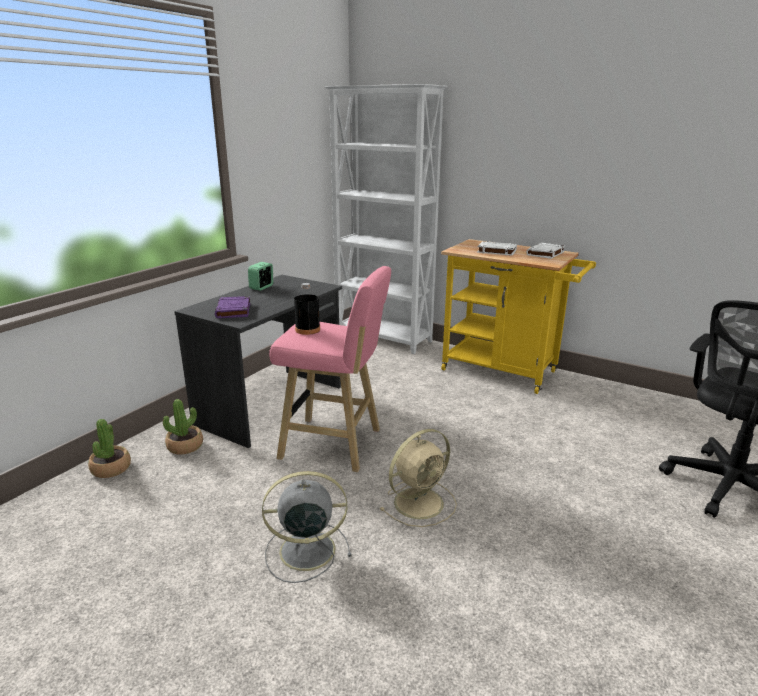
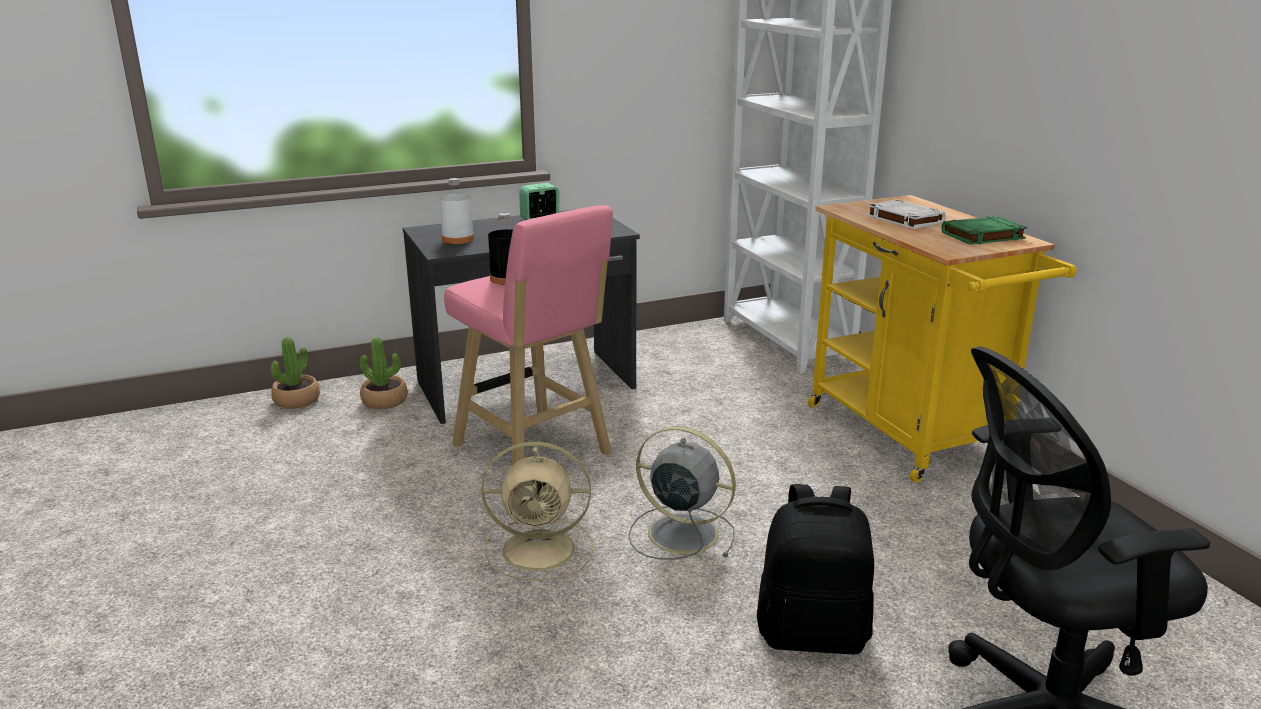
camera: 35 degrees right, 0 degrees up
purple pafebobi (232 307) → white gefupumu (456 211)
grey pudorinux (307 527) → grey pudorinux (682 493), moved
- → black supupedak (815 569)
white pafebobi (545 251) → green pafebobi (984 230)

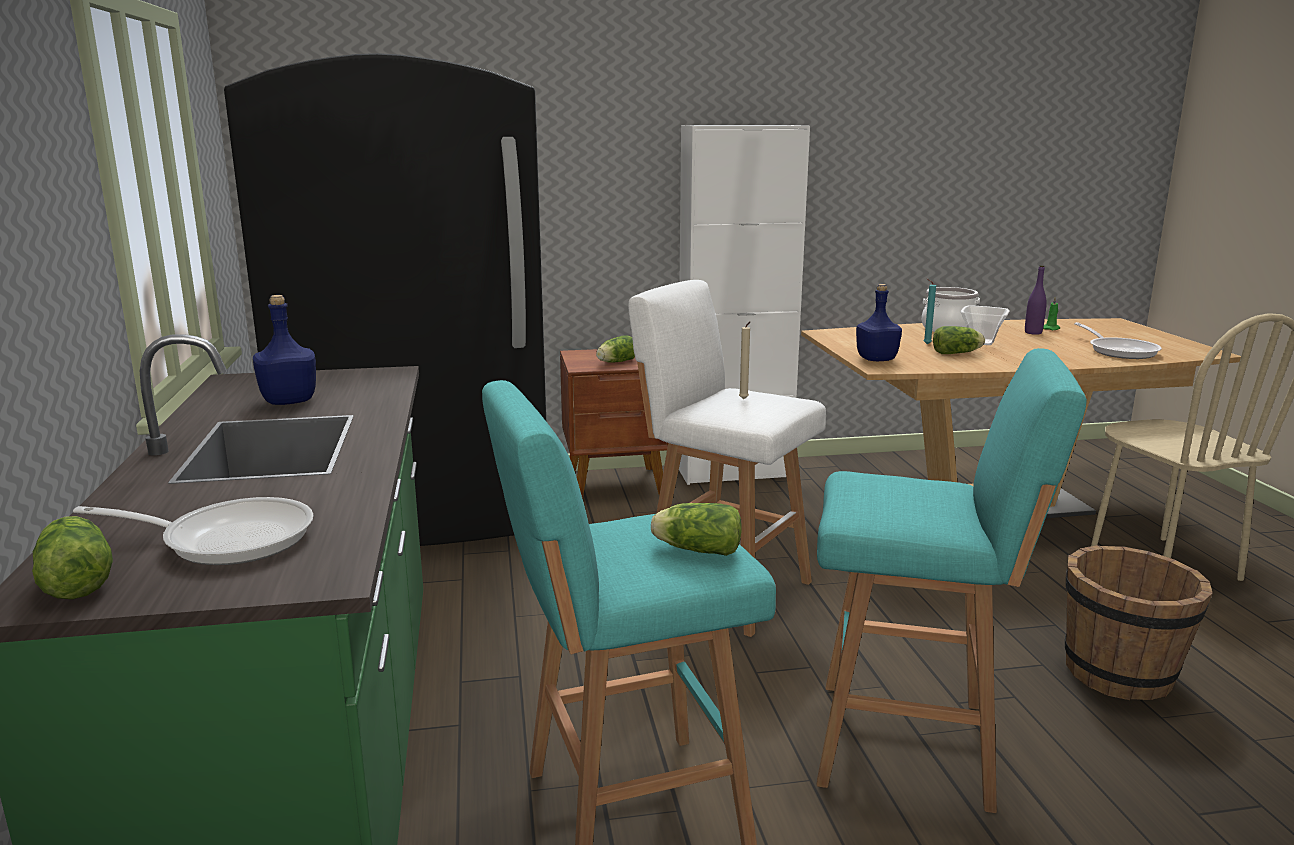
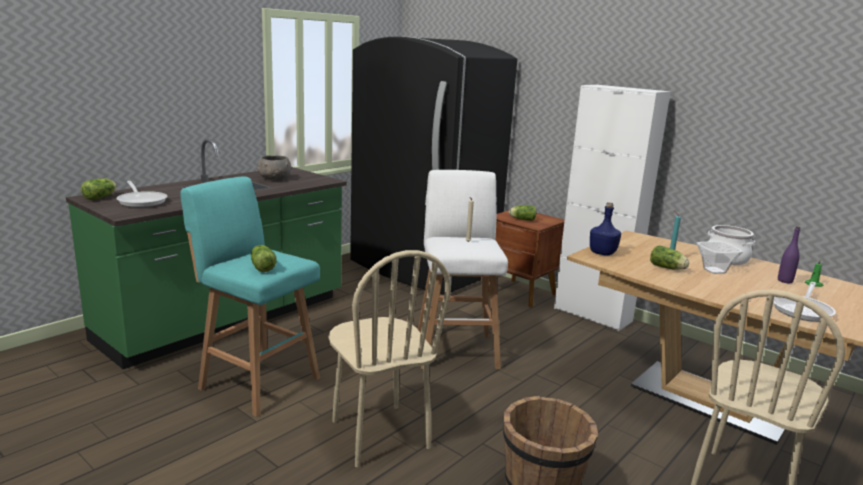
camera: 50 degrees right, 0 degrees up
blue gefupumu (284 350) → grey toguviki (274 167)
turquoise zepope (951 580) → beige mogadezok (389 358)

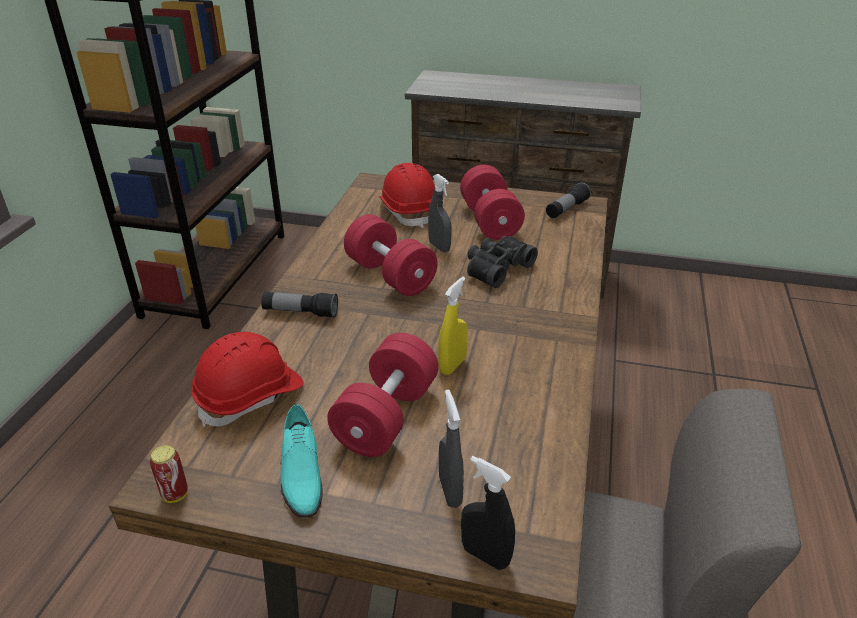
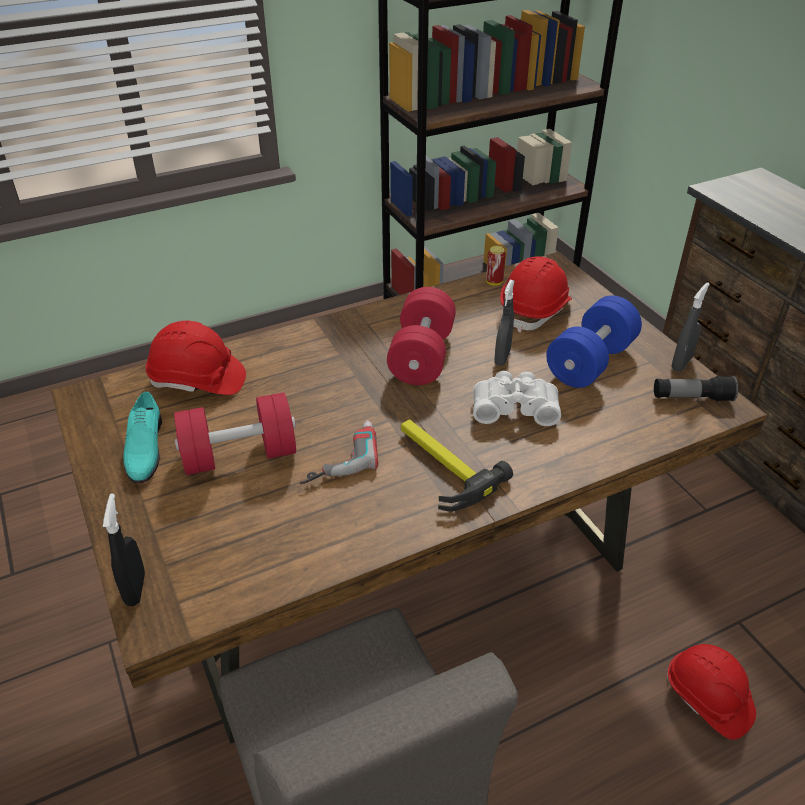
camera: 50 degrees right, 5 degrees up
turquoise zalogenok (301 461) → turquoise zalogenok (142 437), 45 degrees counterclockwise
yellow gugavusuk (453 326) → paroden (339 452)
- → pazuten (457 465)
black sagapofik (502 262) → white sagapofik (517 398)
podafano (169 474) → podafano (496 266), moved
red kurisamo (492 202) → blue kurisamo (594 341)
- → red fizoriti (711 692)
grey gugavusuk (451 448) → grey gugavusuk (690 327), moved
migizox (299 304) → -

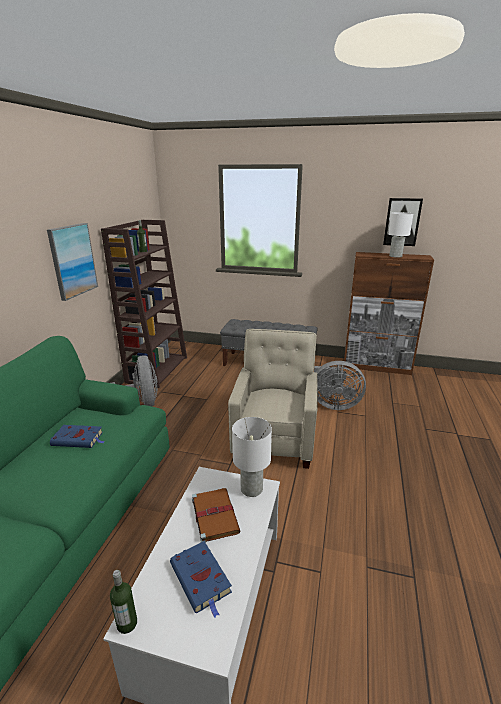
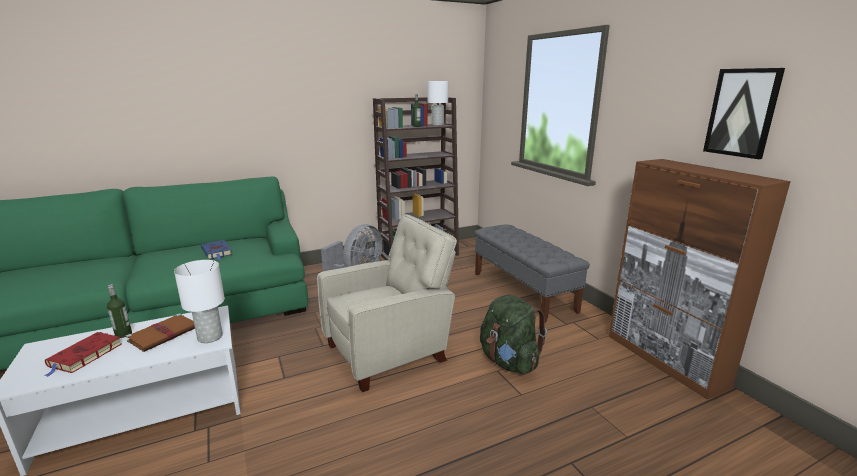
camera: 50 degrees right, 5 degrees down
blue pafebobi (201 579) → red pafebobi (83 354)
gefupumu (123 602) → gefupumu (119 311), moved
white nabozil (401 235) → white nabozil (437 103), moved
grey pudorinux (340 385) → green supupedak (513 335)
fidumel (72 262) → -

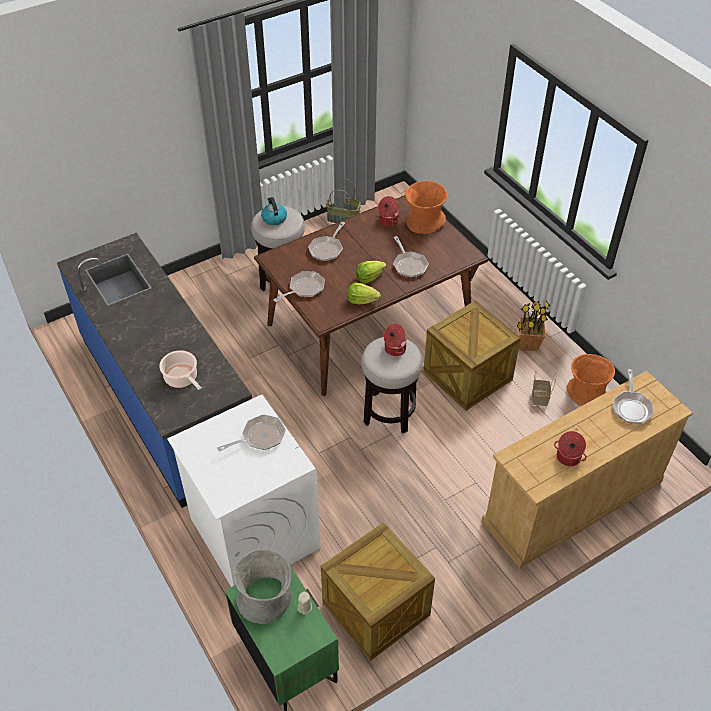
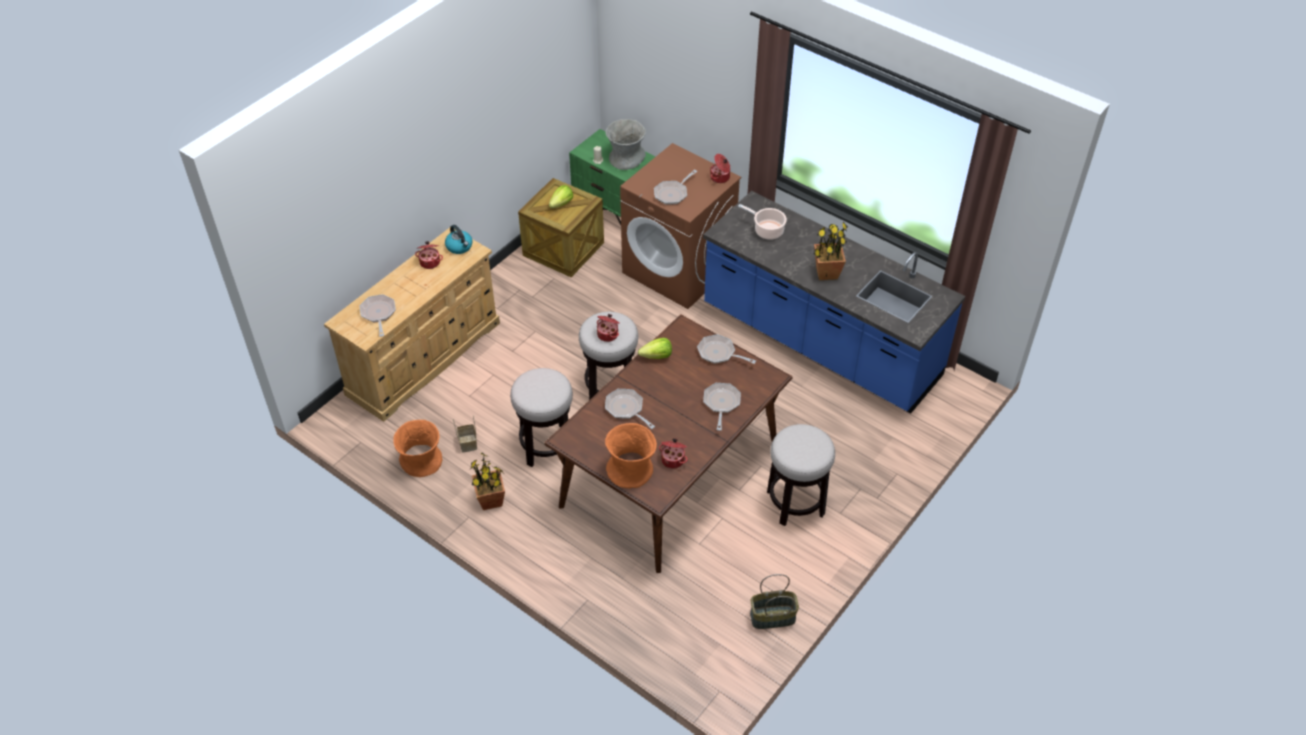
camera: 160 degrees right, 0 degrees up
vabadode (274 211) → vabadode (459 239), moved
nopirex (472 355) → zepope (541 417)
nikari (371 272) → nikari (561 196), moved
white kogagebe (244 491) → brown kogagebe (680 226)
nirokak (299 286) → nirokak (726 349), 90 degrees clockwise
- → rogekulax (720 168)
- → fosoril (831 250)

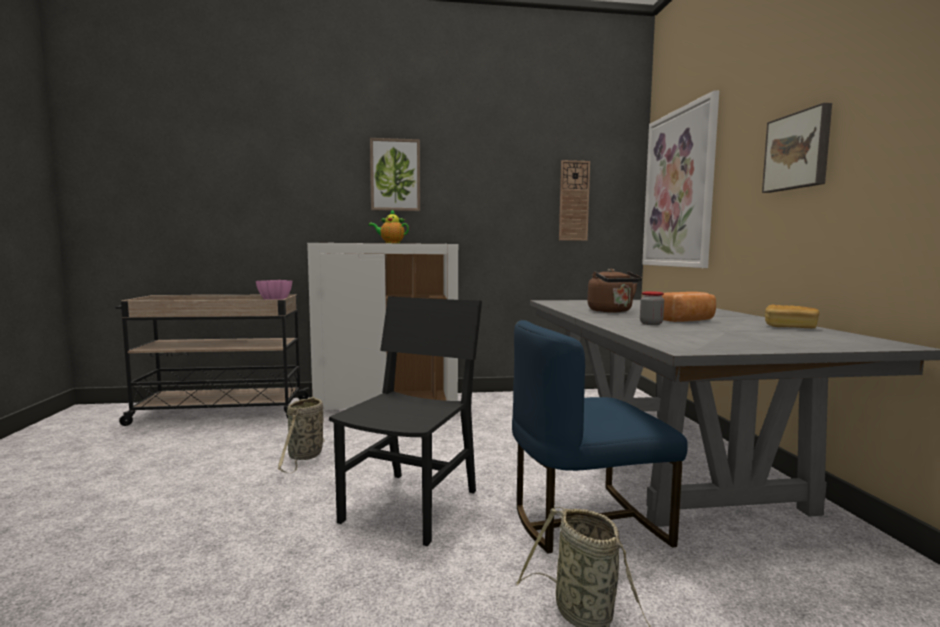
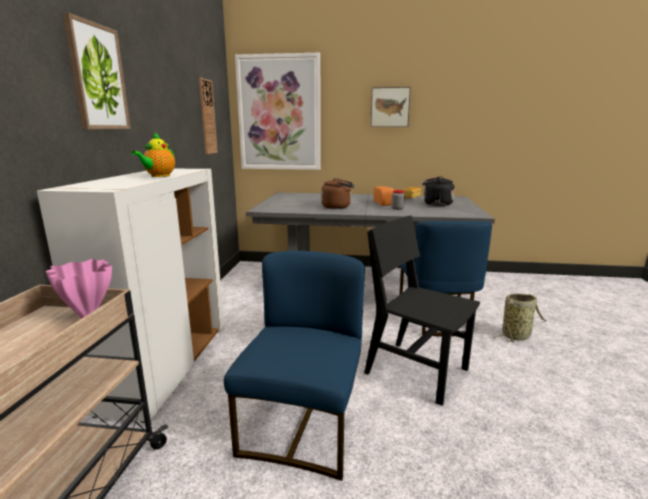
camera: 75 degrees left, 10 degrees up
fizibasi (301 435) → blue mogadezok (294 366)
- → black vabadode (438 191)

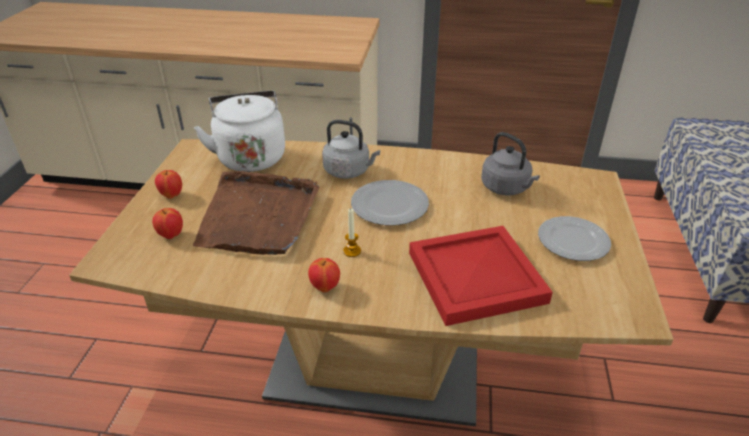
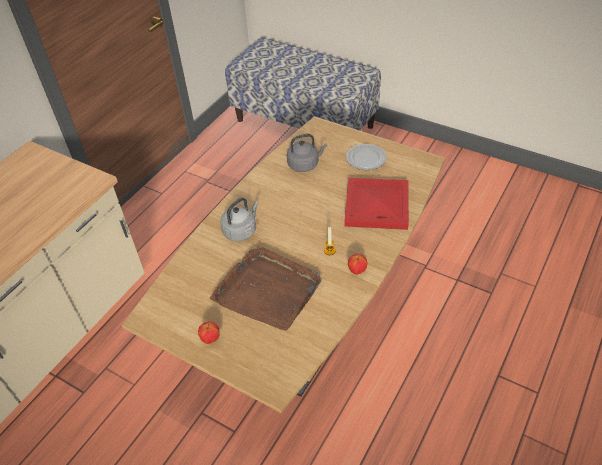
camera: 65 degrees left, 10 degrees up
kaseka (167 223) → -
white vabadode (239 131) → -
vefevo (390 202) → -

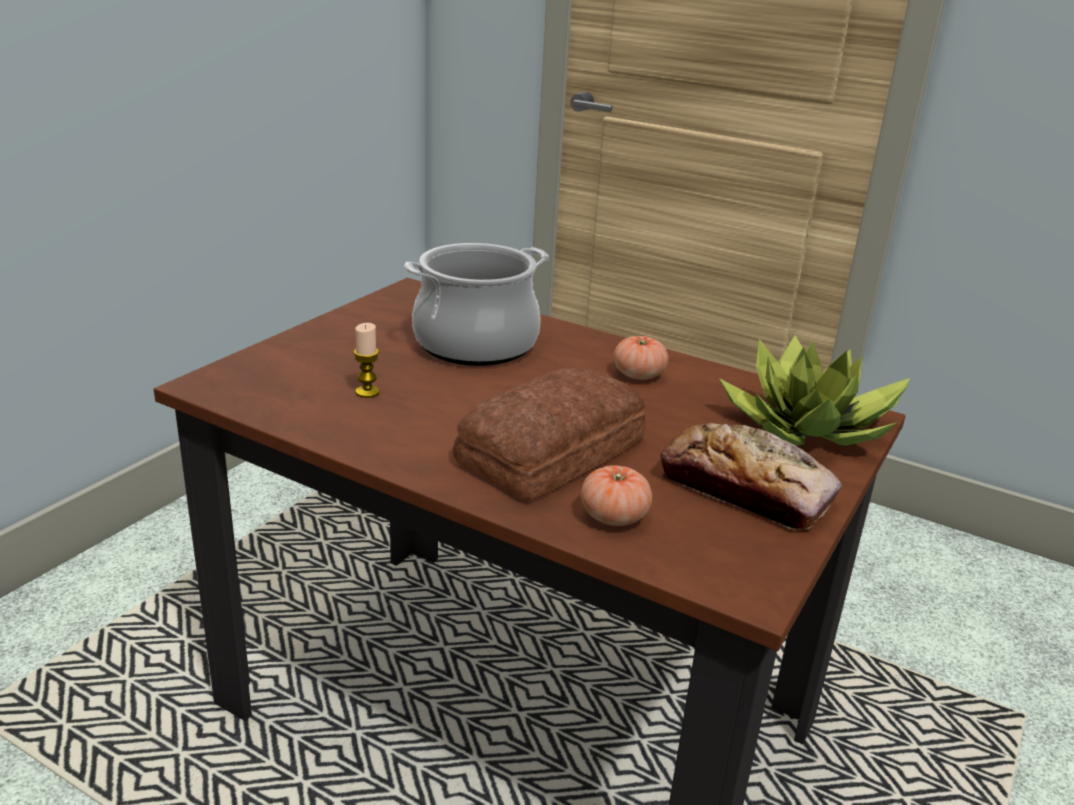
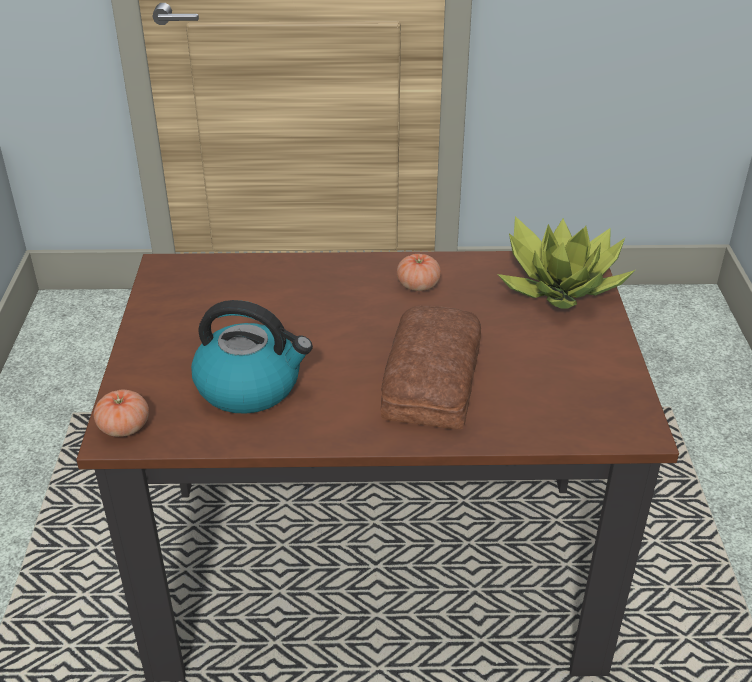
camera: 30 degrees left, 10 degrees up
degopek (616 495) → degopek (121 413), moved
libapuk (367 360) → vabadode (252 357)
rogekulax (476 304) → -
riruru (751 476) → -

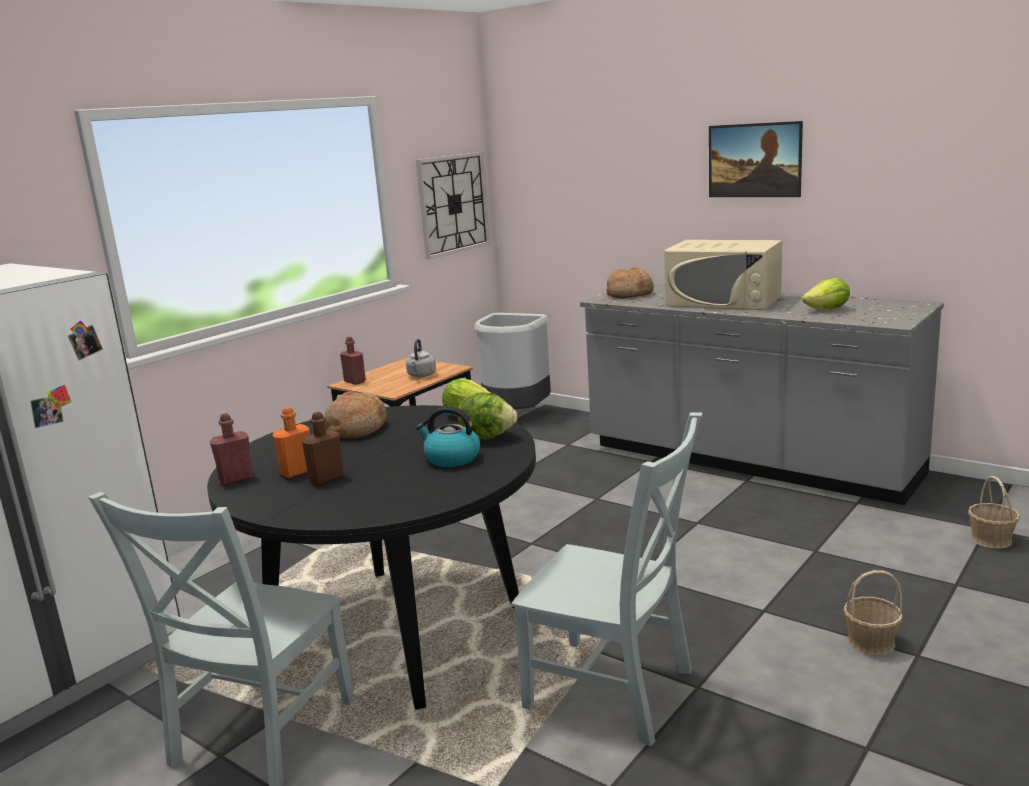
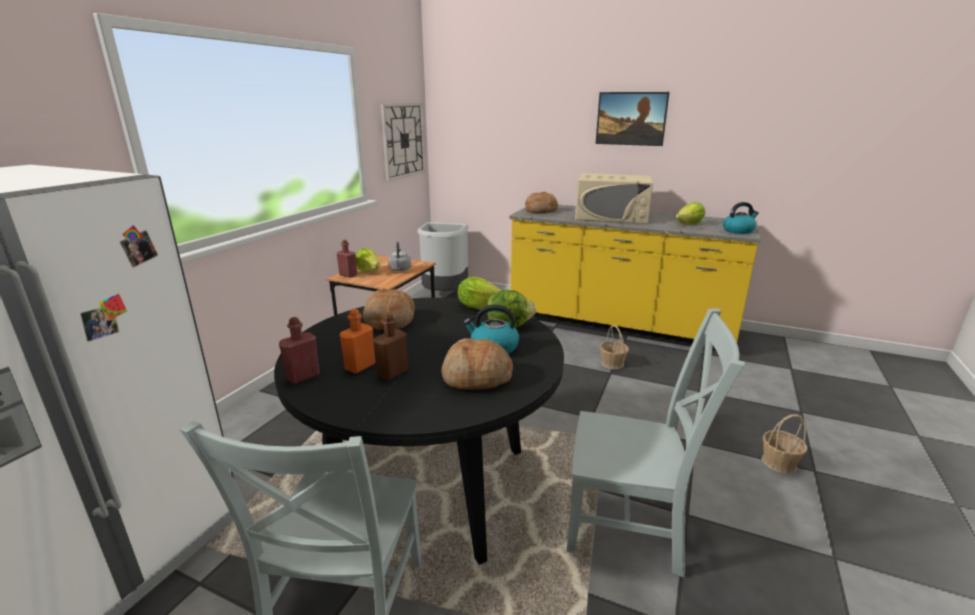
camera: 15 degrees left, 5 degrees up
- → nikari (368 260)
- → riruru (477 364)
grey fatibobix (762 394) → yellow fatibobix (635 278)
fizibasi (994 512) → fizibasi (614 347), moved
- → vabadode (741 218)

